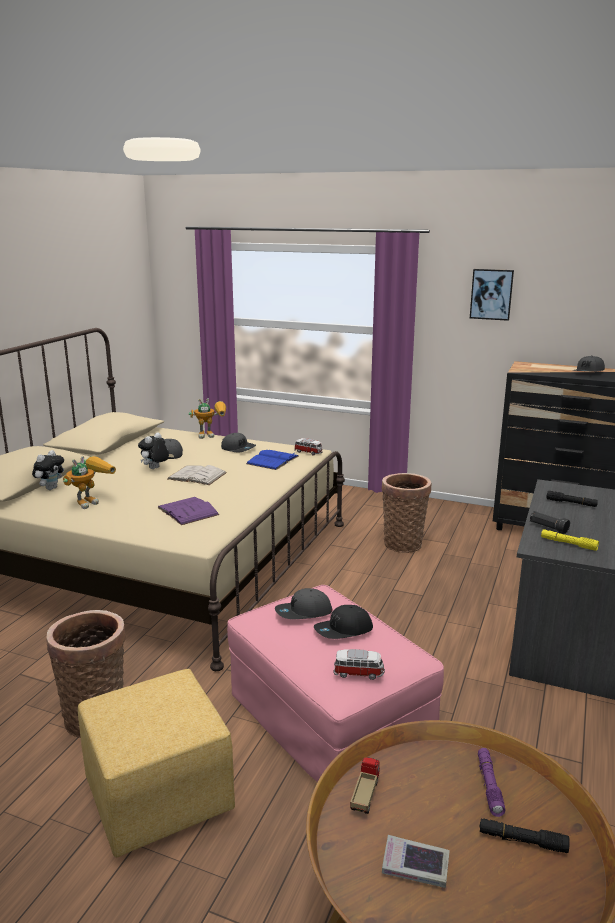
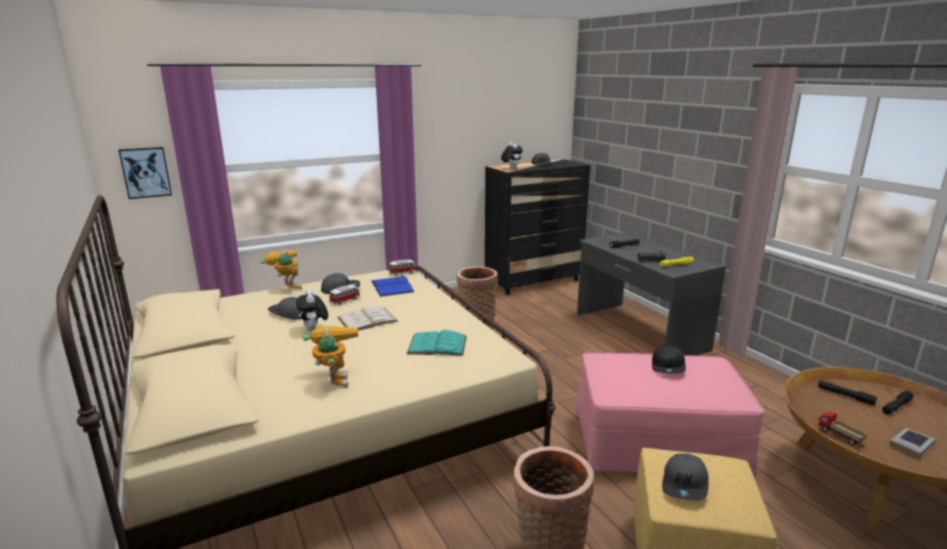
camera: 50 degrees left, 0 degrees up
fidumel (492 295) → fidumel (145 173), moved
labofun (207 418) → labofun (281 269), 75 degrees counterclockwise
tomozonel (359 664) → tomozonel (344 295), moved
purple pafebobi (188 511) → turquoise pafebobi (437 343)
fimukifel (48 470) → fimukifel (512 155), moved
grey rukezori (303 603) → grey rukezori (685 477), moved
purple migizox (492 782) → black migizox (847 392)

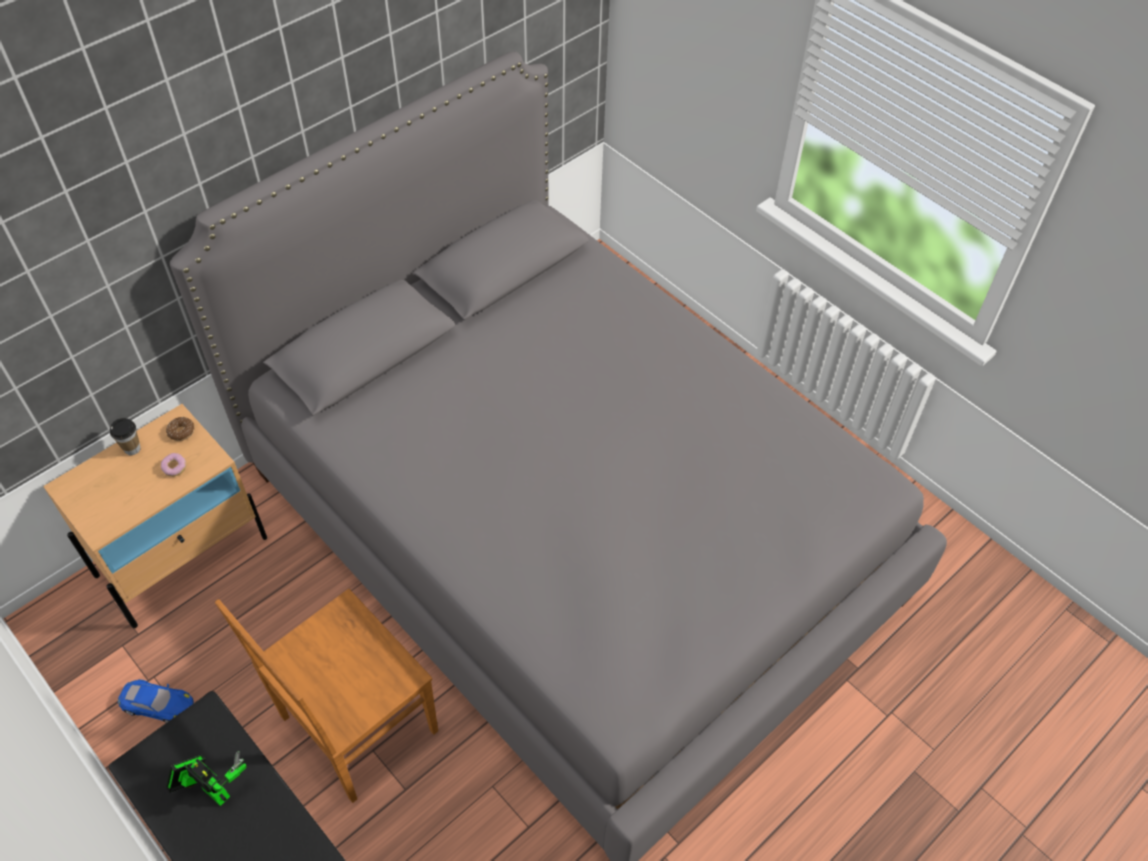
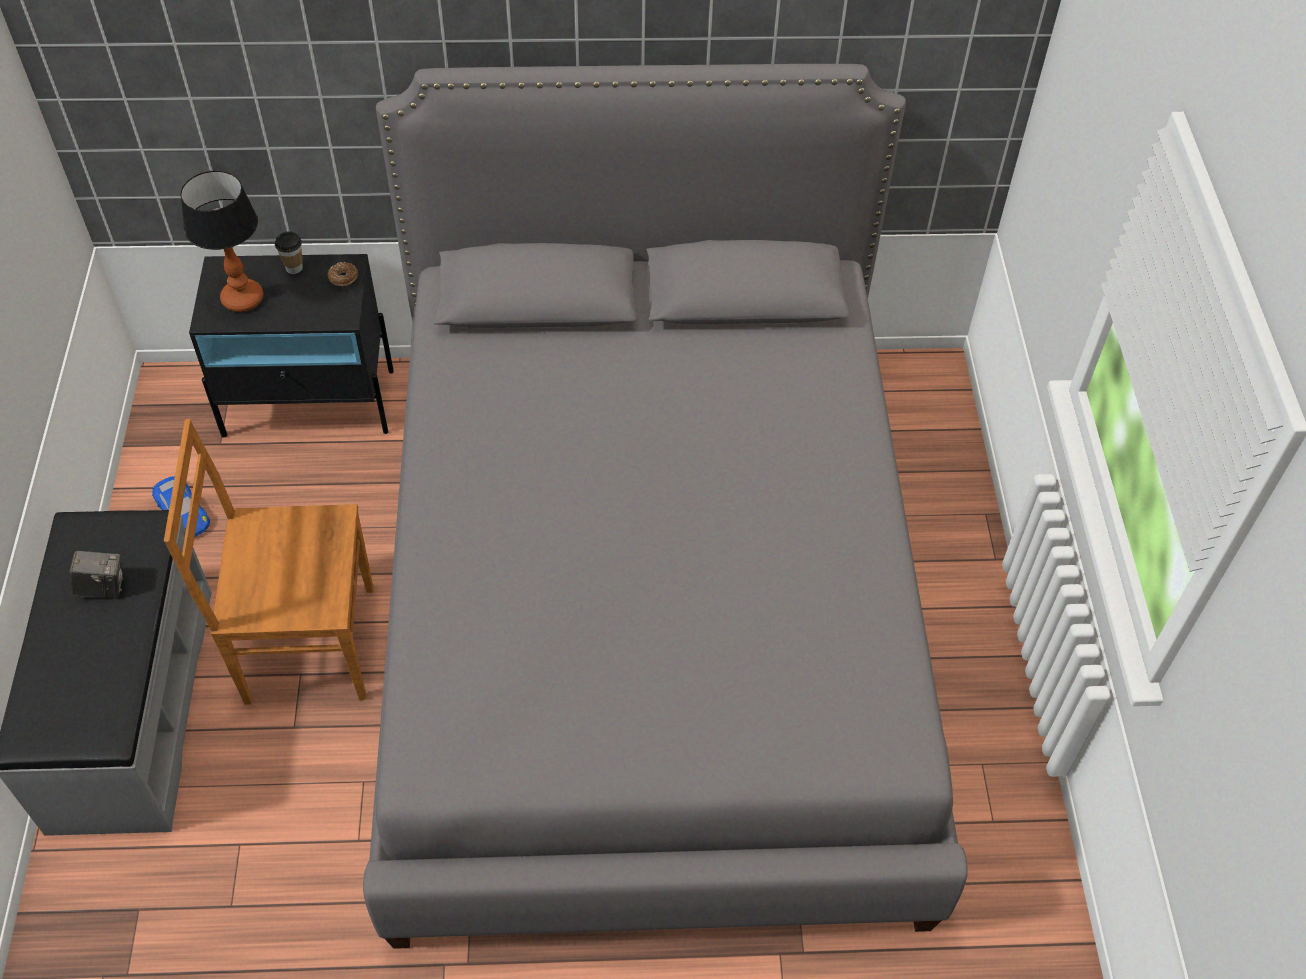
camera: 40 degrees right, 0 degrees up
labofun (206 778) → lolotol (96 575)
- → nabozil (222 241)
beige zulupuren (155 516) → black zulupuren (291 345)
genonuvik (173 465) → -

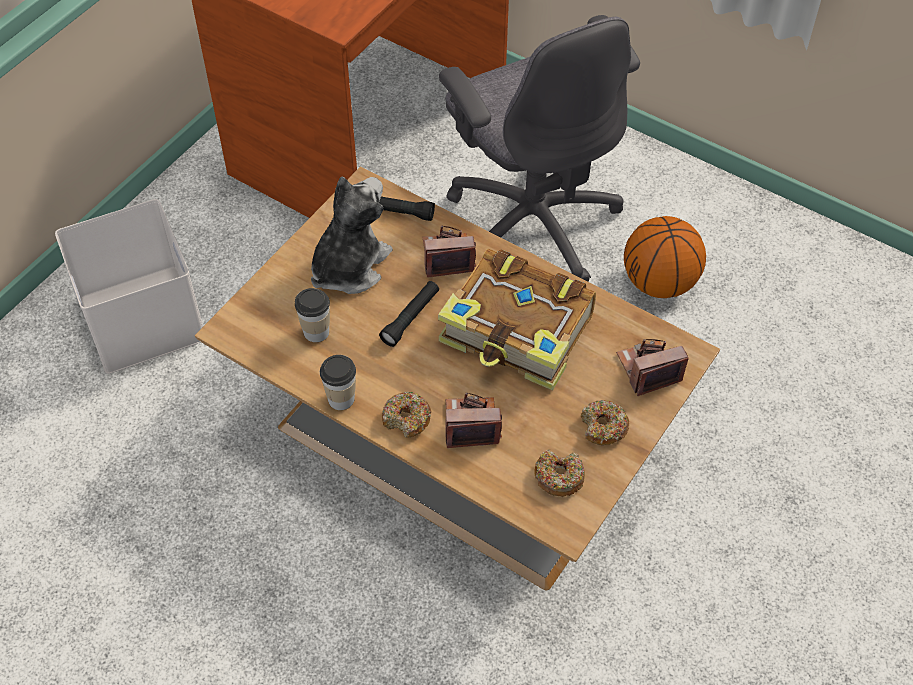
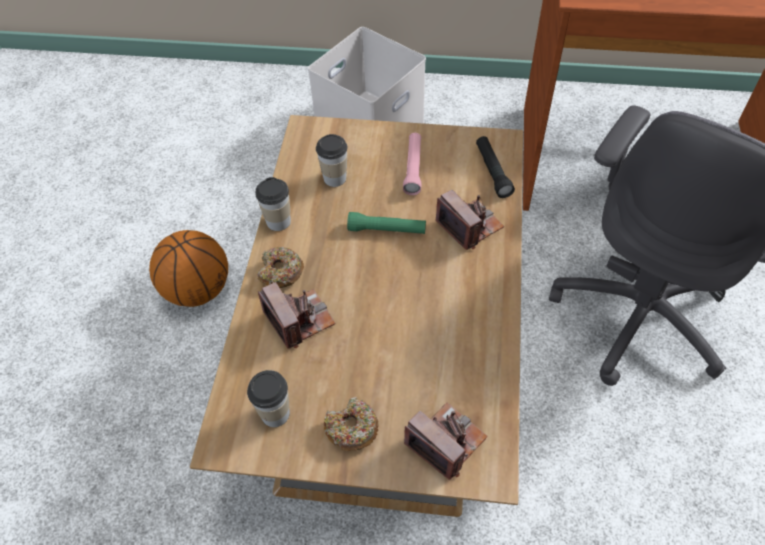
camera: 65 degrees right, 0 degrees up
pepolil (665 257) → pepolil (188 268), moved
genonuvik (559 473) → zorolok (268 398)
black migizox (409 314) → green migizox (386 223)
fimukifel (352 235) → pink migizox (412 164)
pafebobi (517 319) → -

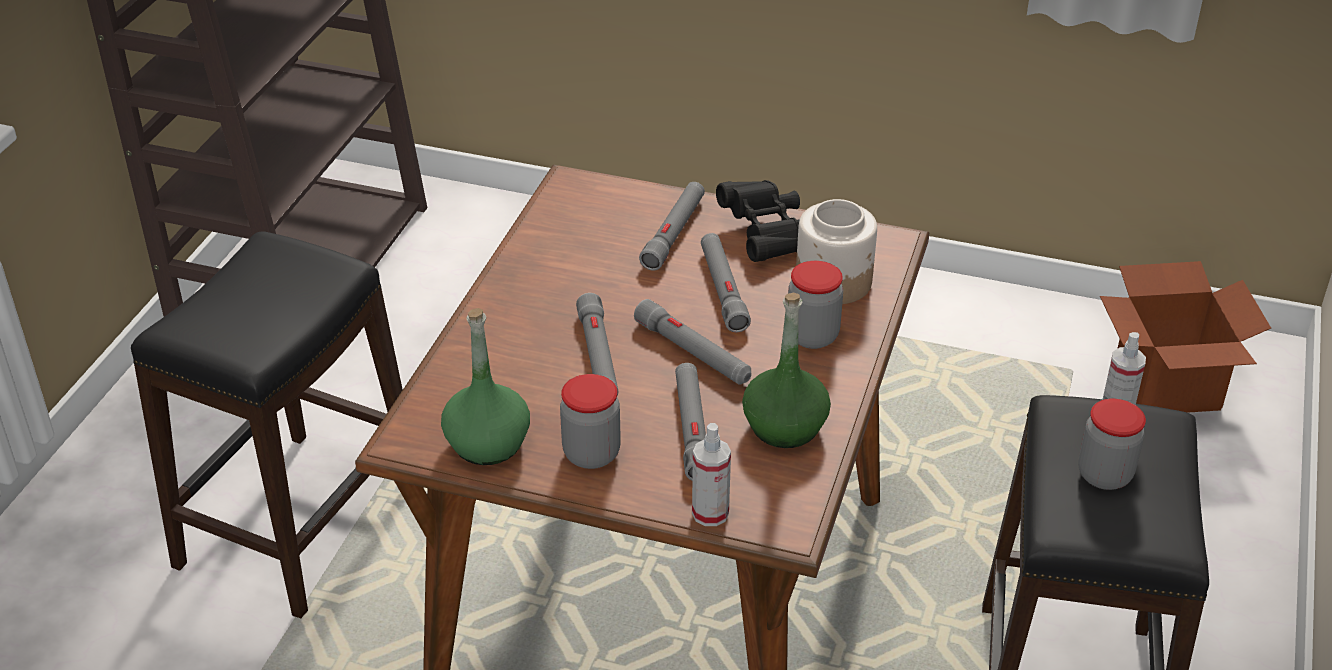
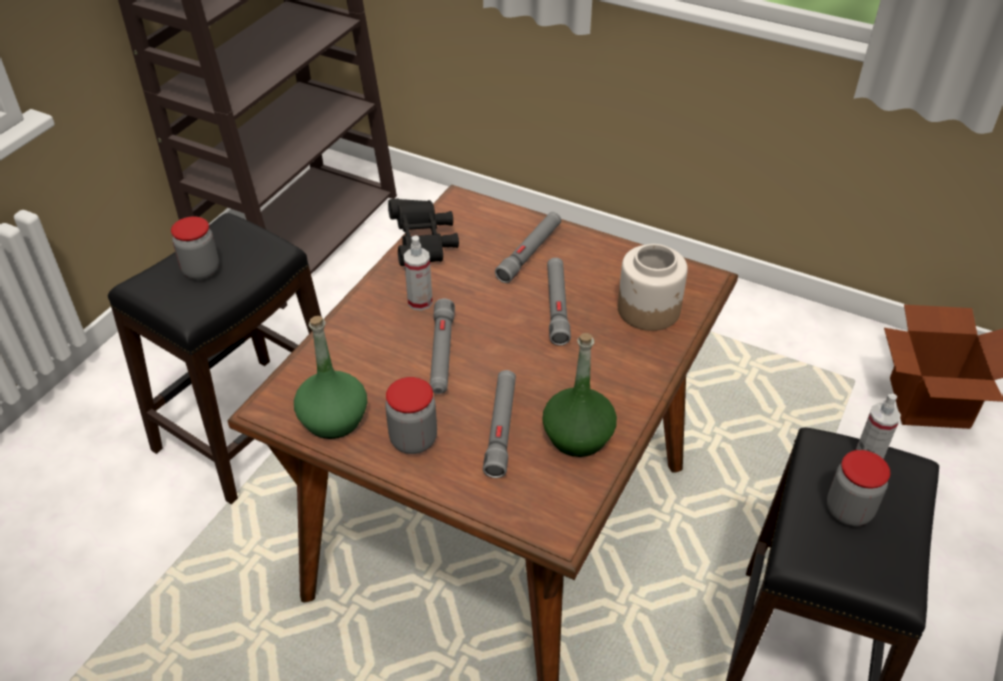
camera: 10 degrees right, 5 degrees up
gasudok (815 305) → gasudok (195 248), moved
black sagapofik (758 221) → black sagapofik (423 232), moved
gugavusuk (711 474) → gugavusuk (418 273), moved
grey migizox (692 342) → -

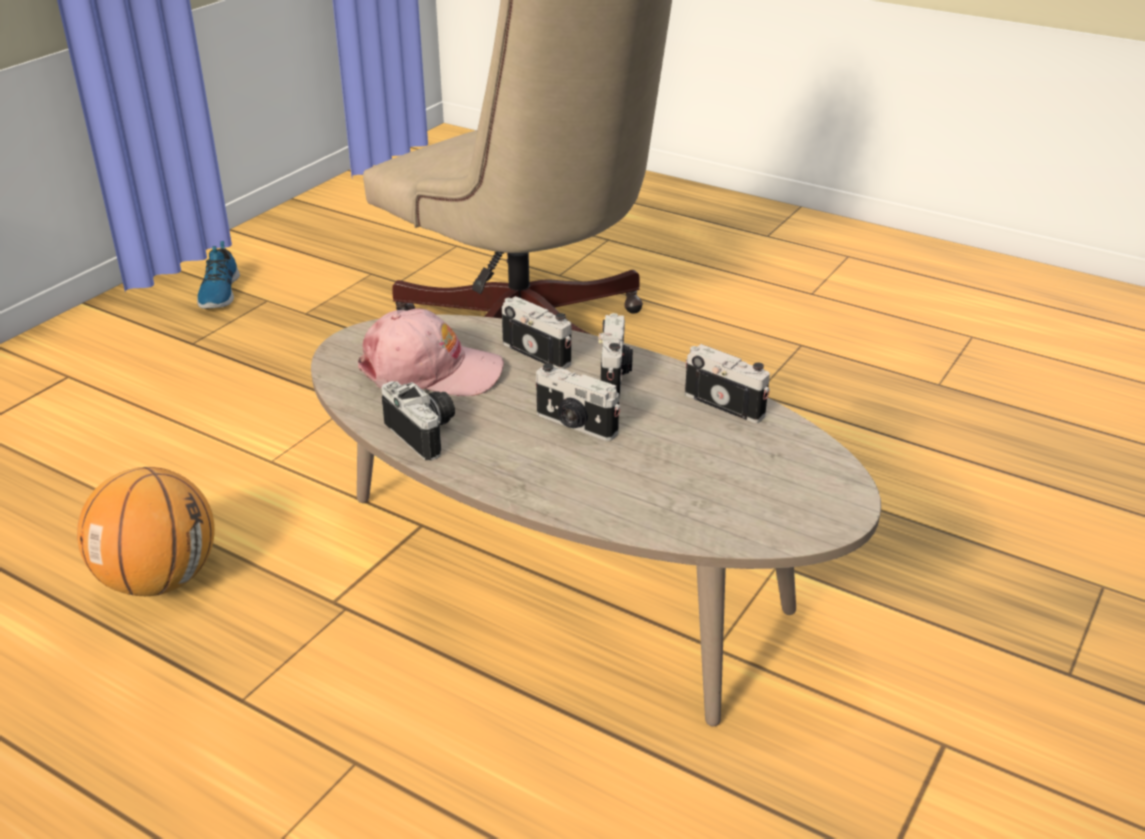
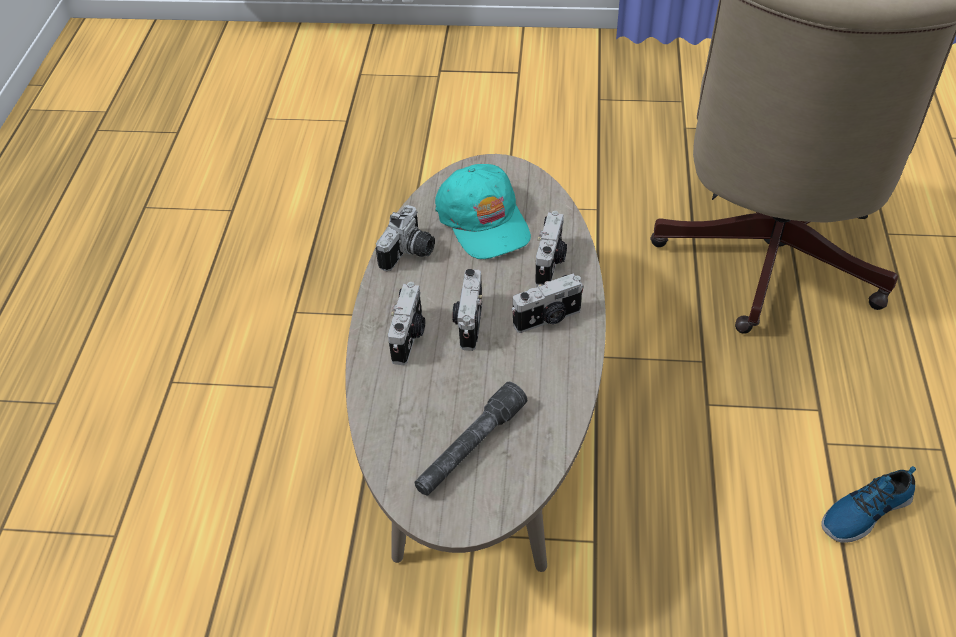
camera: 65 degrees right, 15 degrees up
lolotol (727 383) → lolotol (406 323), moved
- → grey migizox (470 439)
pink rukezori (431 352) → turquoise rukezori (483 211)
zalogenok (218 275) → zalogenok (868 504), moved
pepolil (146 531) → -

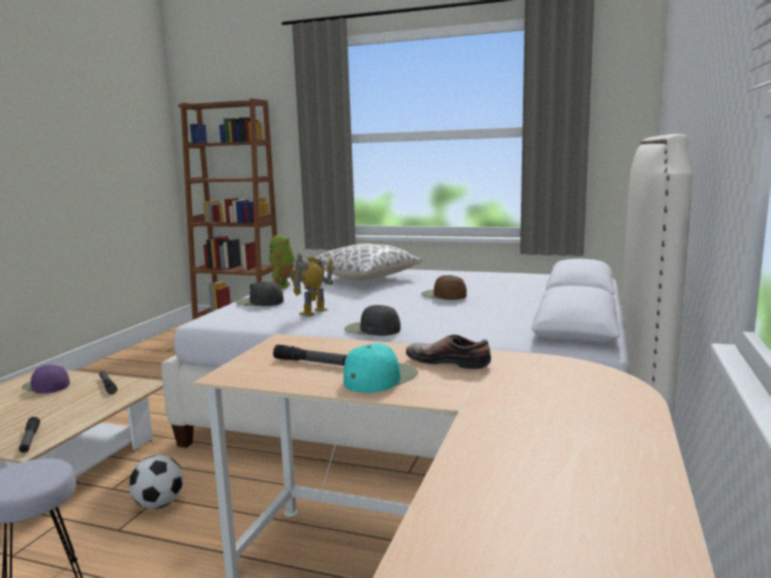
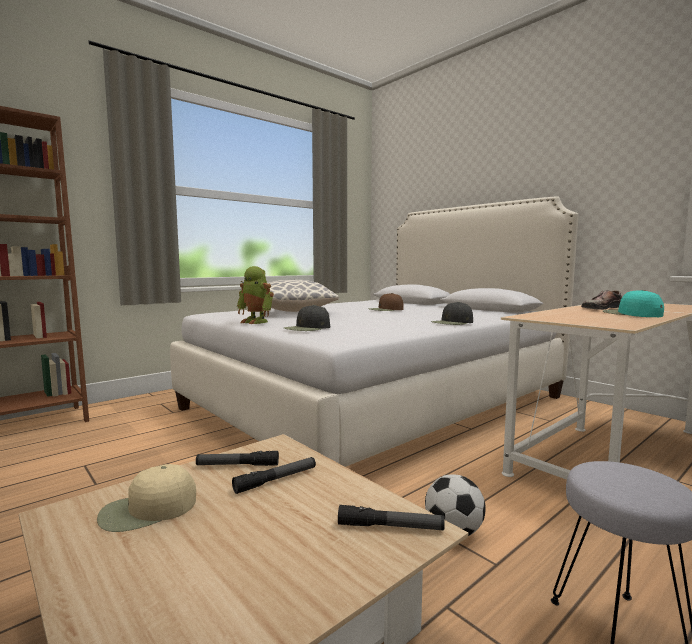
camera: 60 degrees left, 5 degrees down
purple rukezori (46 379) → beige rukezori (146 498)
migizox (310 355) → migizox (274 475), moved
labofun (311 284) → -

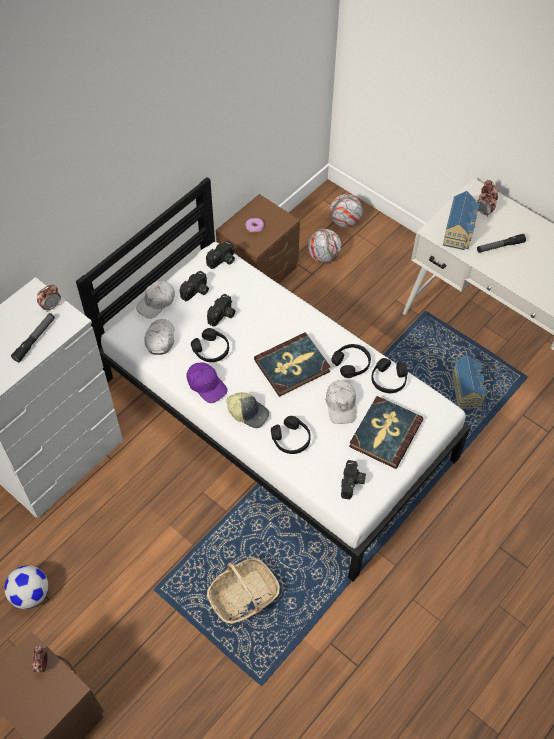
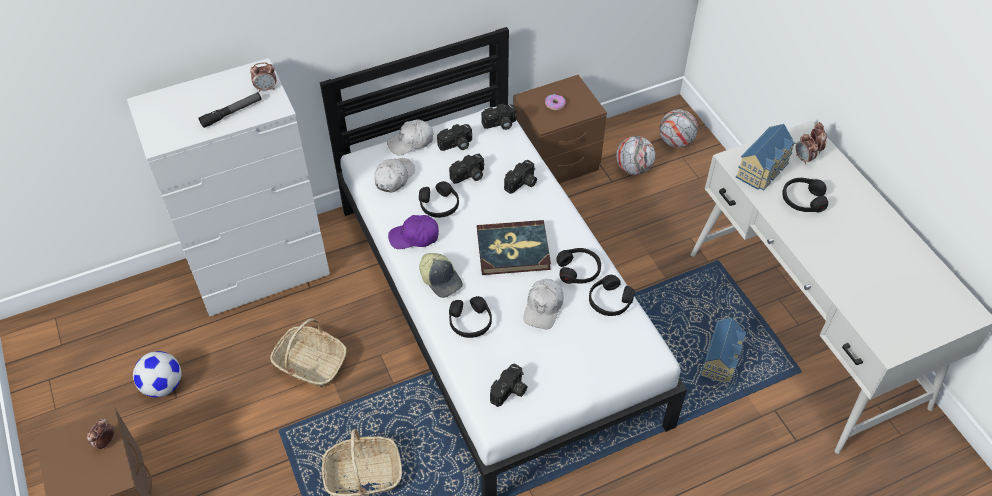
camera: 25 degrees right, 5 degrees down
- → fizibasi (308 353)
purple rukezori (207 382) → purple rukezori (413 232), 105 degrees clockwise
- → lolotol (520 177)
migizox (501 243) → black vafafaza (805 195)
pafebobi (386 432) → -

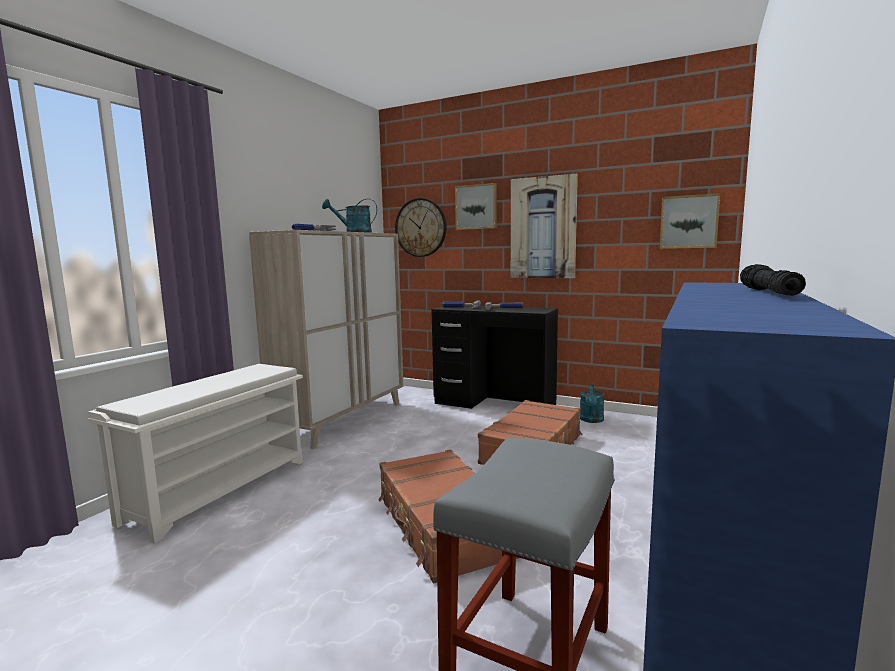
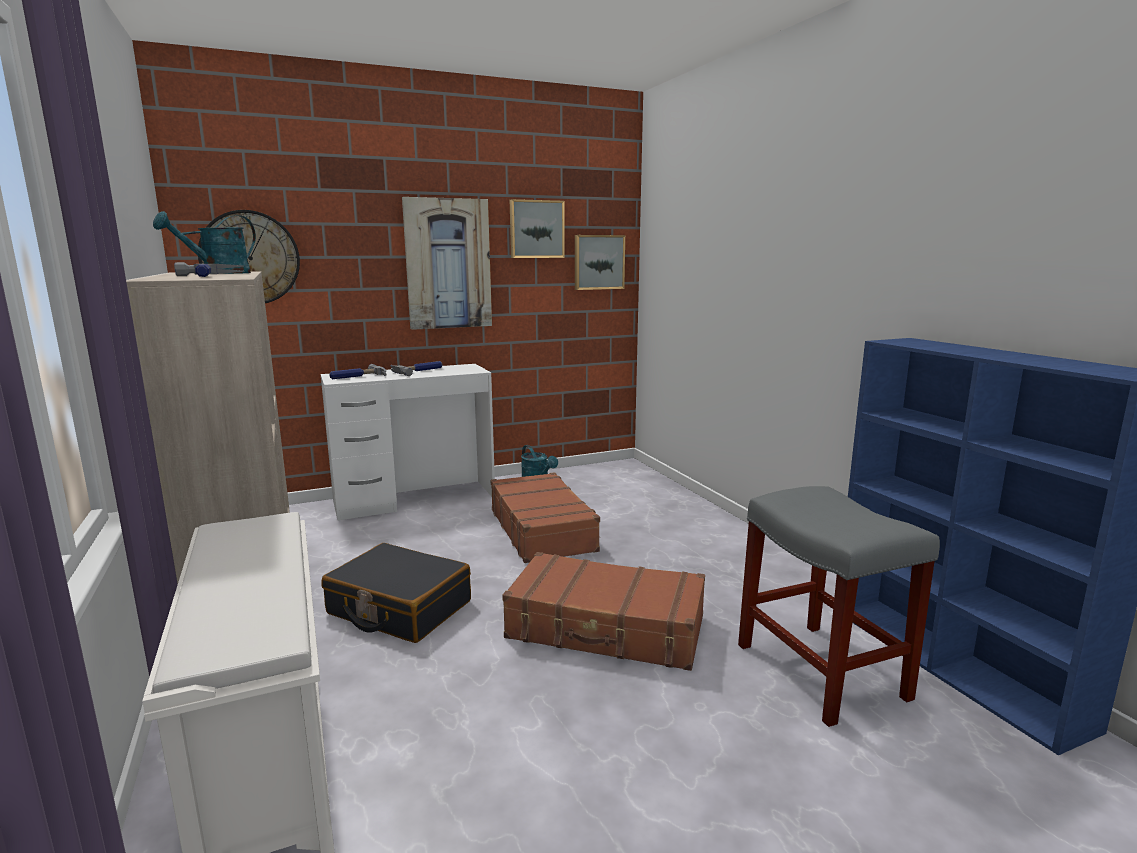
camera: 50 degrees left, 5 degrees up
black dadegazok (494 357) → white dadegazok (408 442)
- → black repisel (396 593)
fidumel (476 206) → fidumel (537 228), moved
black migizox (773 280) → -

